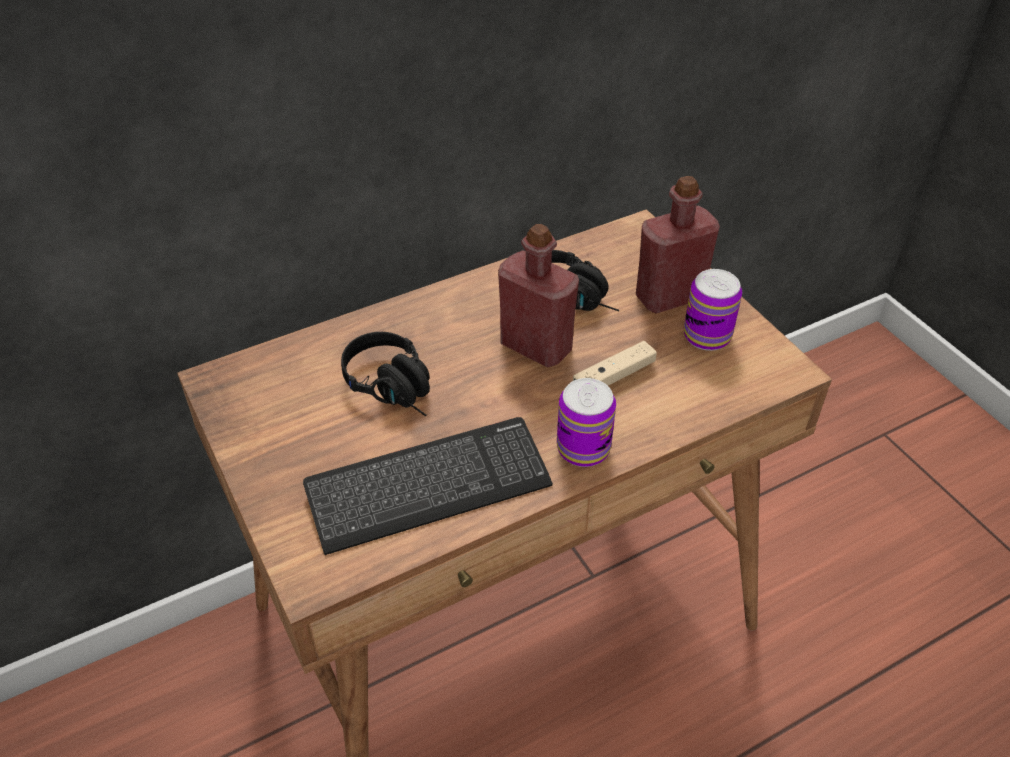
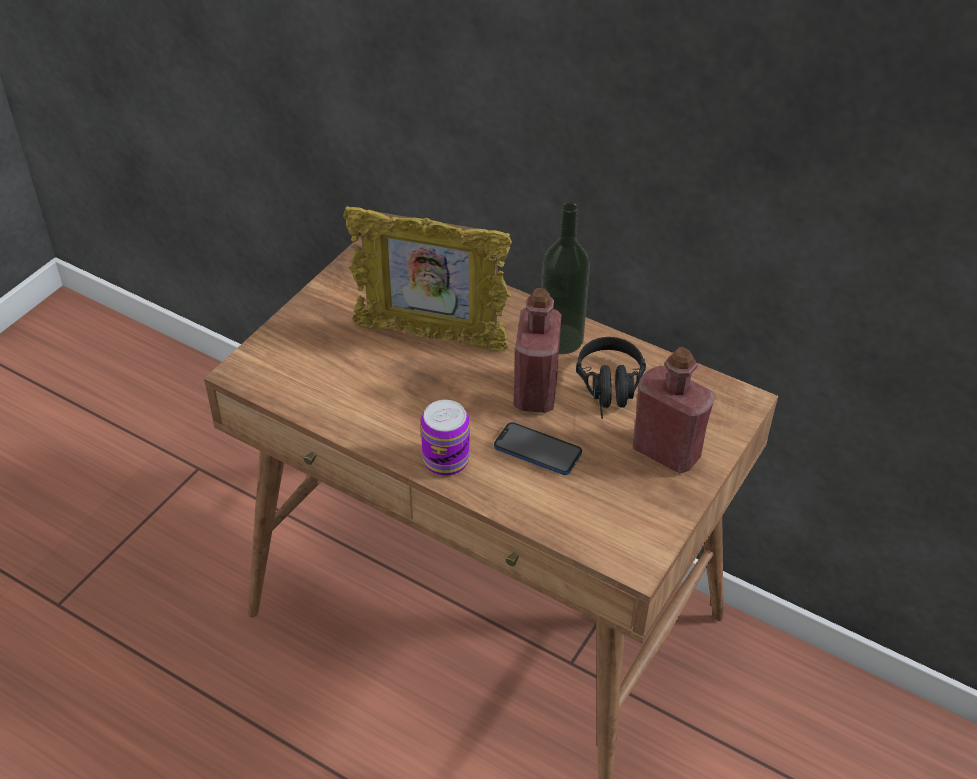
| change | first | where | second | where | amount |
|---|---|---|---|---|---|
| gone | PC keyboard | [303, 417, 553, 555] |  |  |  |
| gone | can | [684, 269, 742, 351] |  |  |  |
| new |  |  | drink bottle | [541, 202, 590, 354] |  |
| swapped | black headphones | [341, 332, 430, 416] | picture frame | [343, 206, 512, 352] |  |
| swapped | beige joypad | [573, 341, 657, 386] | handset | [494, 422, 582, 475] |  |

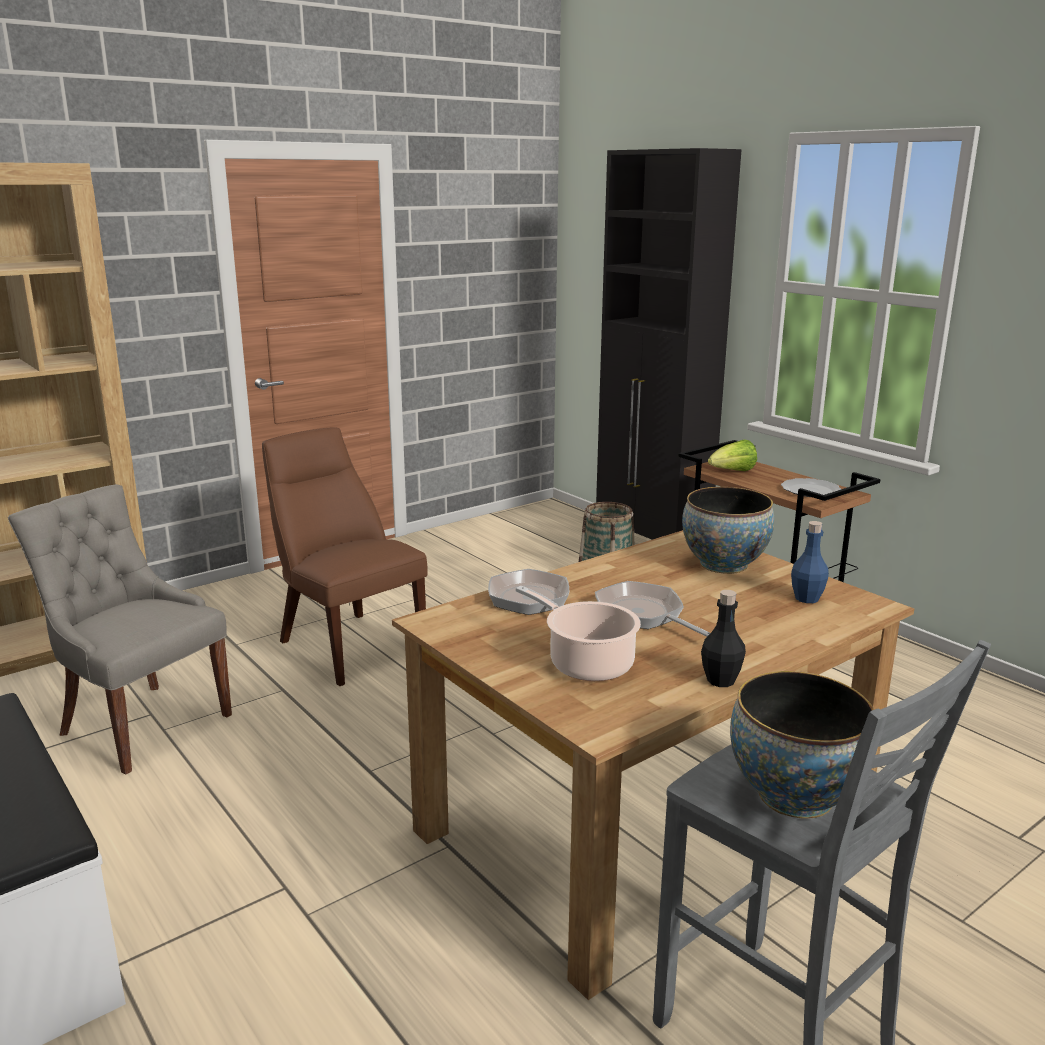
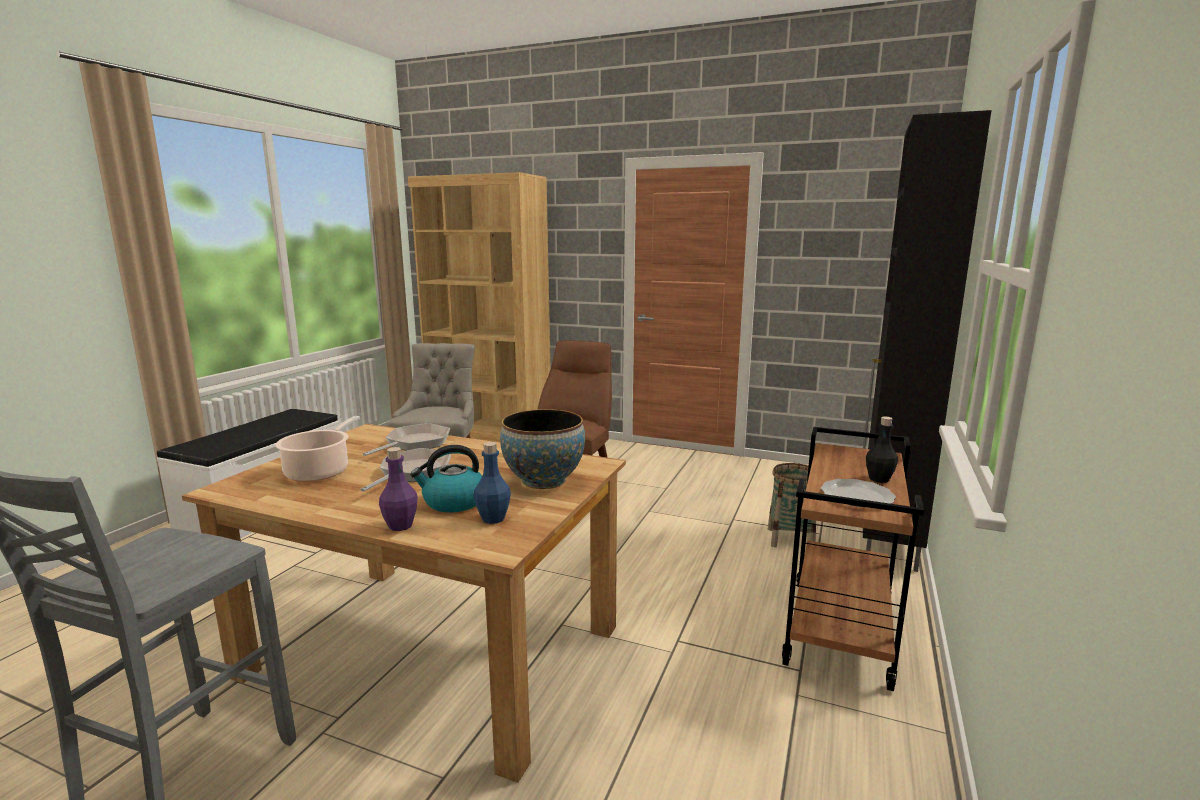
| change | first | where | second | where | amount |
|---|---|---|---|---|---|
| gone | lettuce | [708, 440, 757, 471] |  |  |  |
| gone | deep dish | [730, 671, 874, 819] |  |  |  |
| new |  |  | purplish drink bottle | [379, 447, 418, 531] |  |
| new |  |  | kettle | [410, 445, 482, 513] |  |
| shifted | black drink bottle | [701, 590, 746, 687] |  | [866, 417, 898, 483] |  |

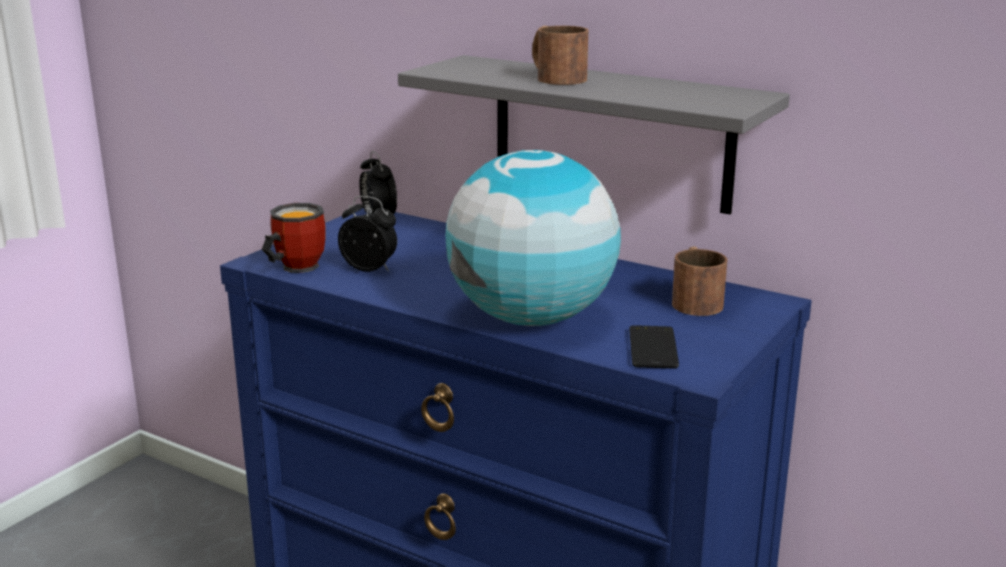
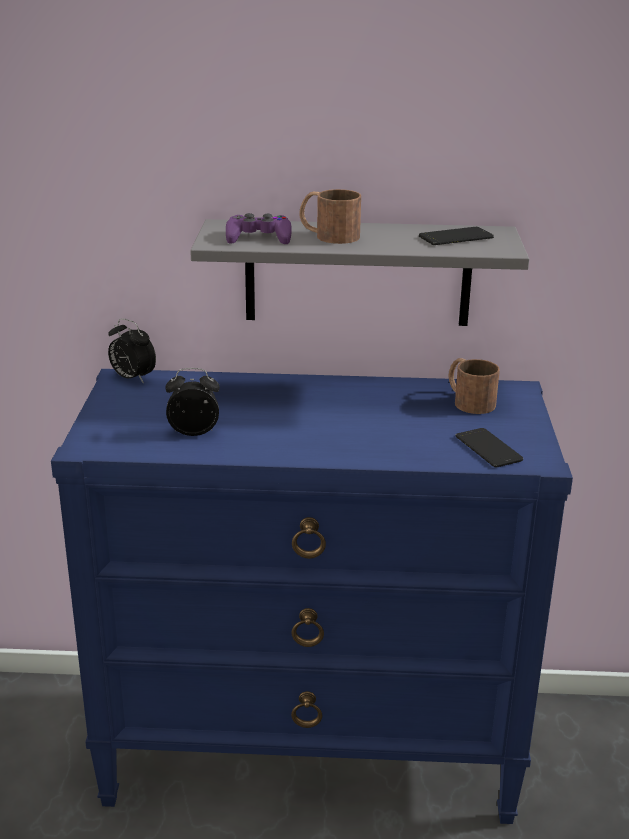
| change | first | where | second | where | amount |
|---|---|---|---|---|---|
| gone | tea mug | [262, 203, 326, 273] |  |  |  |
| gone | desk globe | [445, 150, 621, 326] |  |  |  |
| new |  |  | purplish joypad | [226, 213, 292, 244] |  |
| new |  |  | handset | [419, 227, 494, 245] |  |

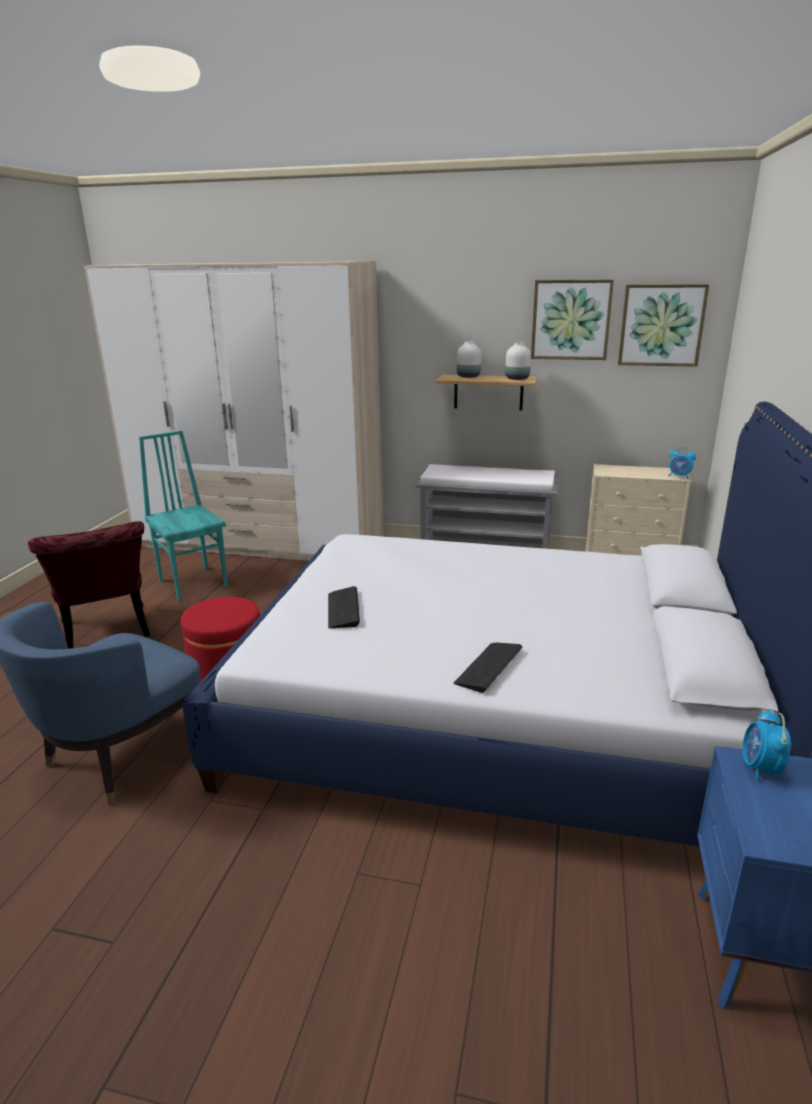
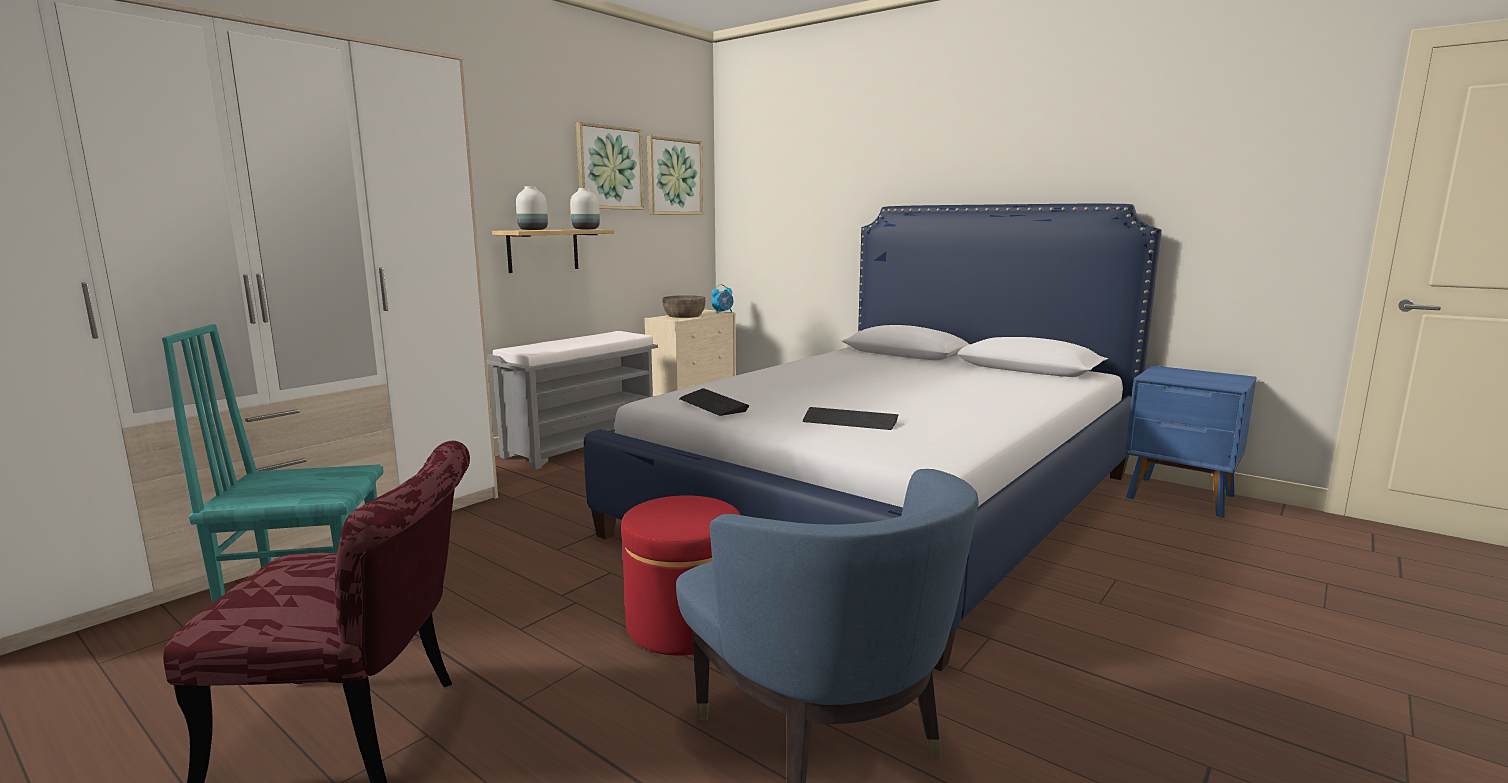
| change | first | where | second | where | amount |
|---|---|---|---|---|---|
| gone | table clock | [742, 709, 792, 781] |  |  |  |
| new |  |  | brown deep dish | [662, 295, 705, 318] |  |
| shifted | PC keyboard | [454, 643, 523, 693] |  | [679, 388, 749, 416] |  |

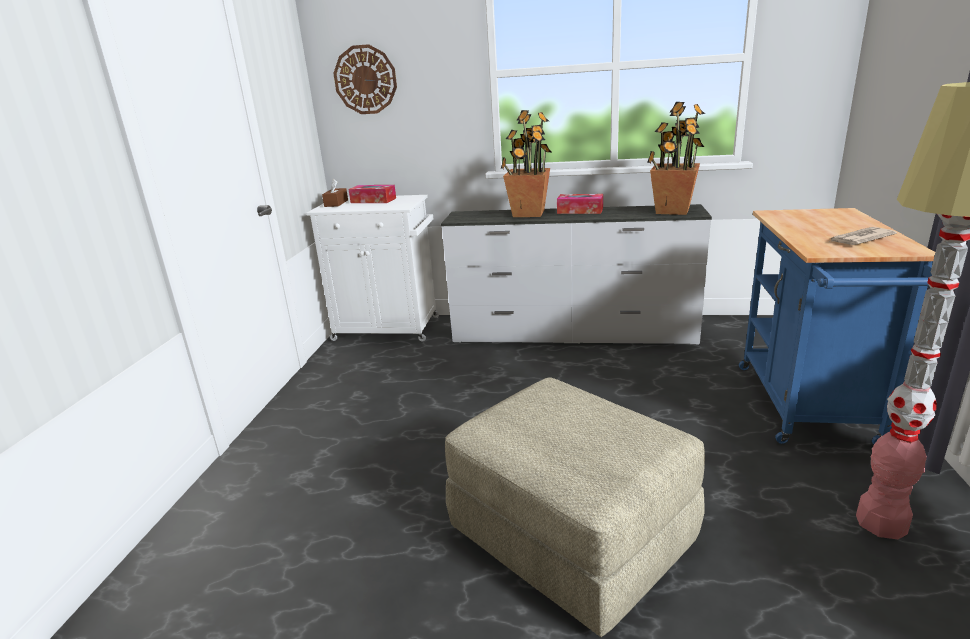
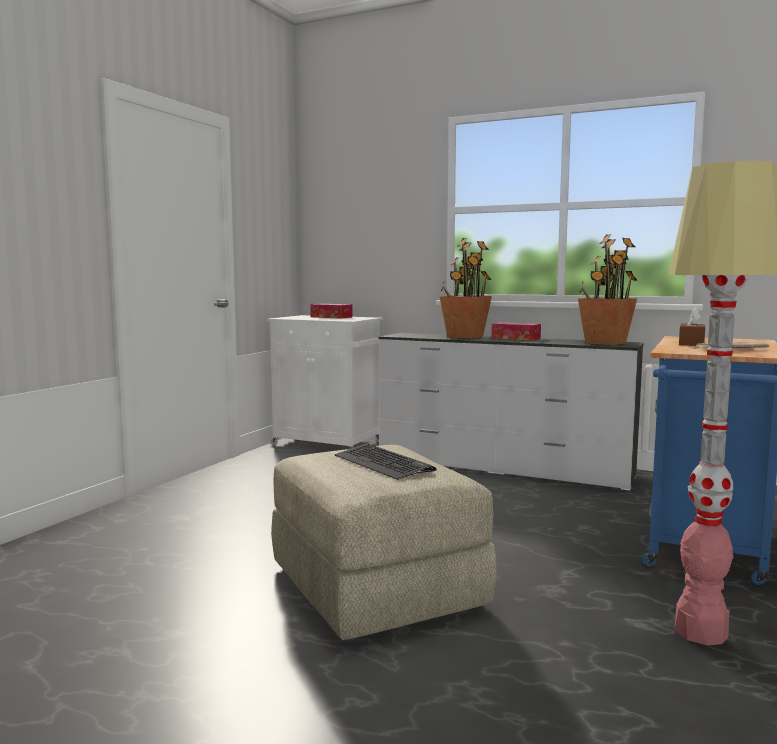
| change | first | where | second | where | amount |
|---|---|---|---|---|---|
| gone | hanging clock | [333, 44, 397, 114] |  |  |  |
| new |  |  | PC keyboard | [335, 444, 437, 480] |  |
| shifted | brown box of tissues | [322, 179, 348, 207] |  | [679, 307, 705, 346] |  |

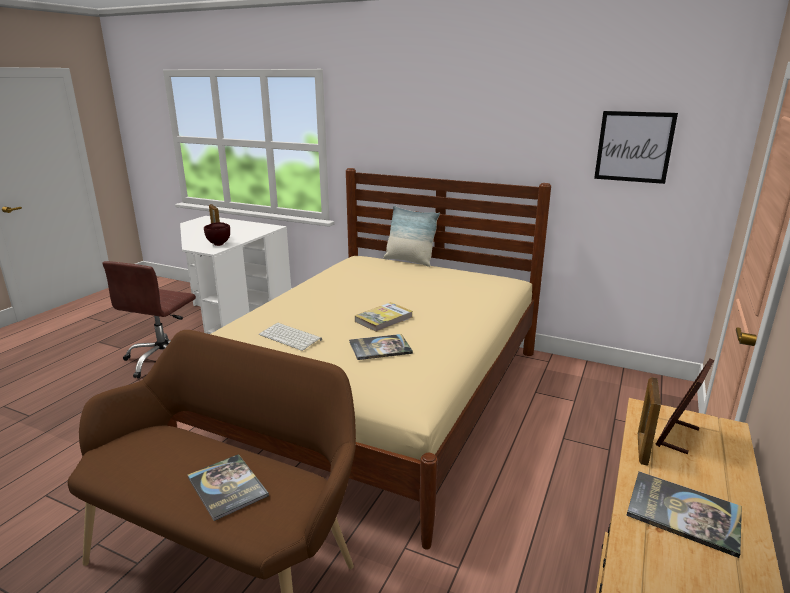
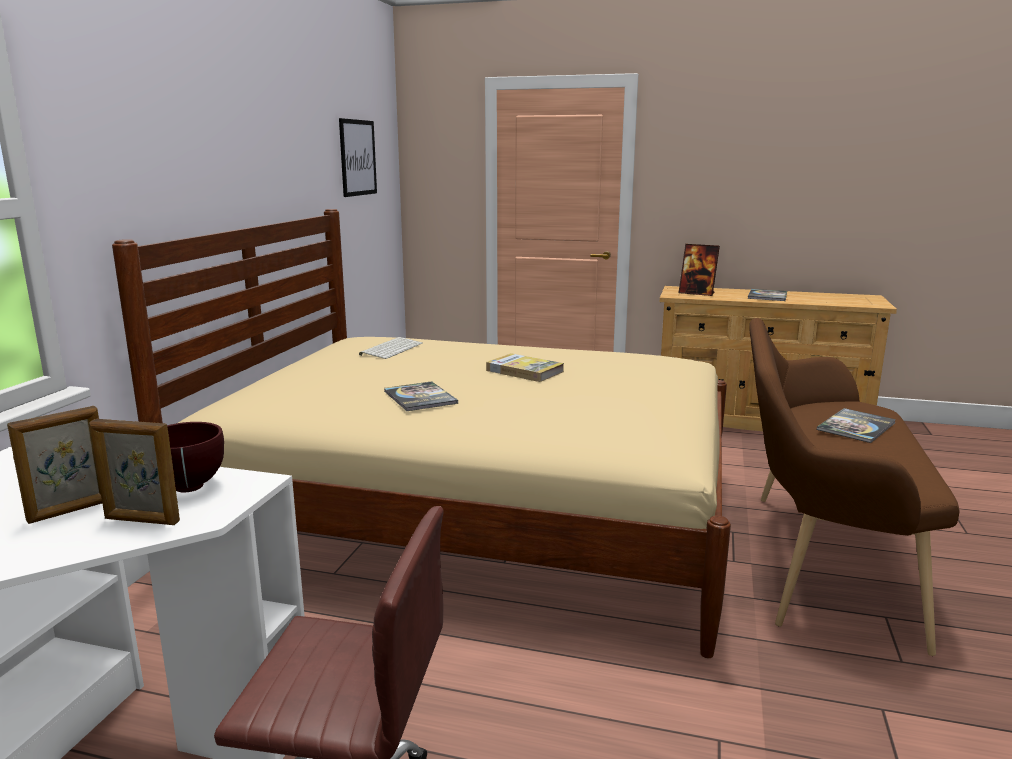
| change | first | where | second | where | amount |
|---|---|---|---|---|---|
| gone | pillow | [383, 205, 440, 267] |  |  |  |
| shifted | PC keyboard | [259, 323, 322, 351] |  | [359, 337, 423, 359] |  |
| shifted | book | [349, 334, 413, 360] |  | [384, 381, 458, 411] |  |
| shifted | picture frame | [638, 377, 661, 465] |  | [90, 418, 180, 525] |  |

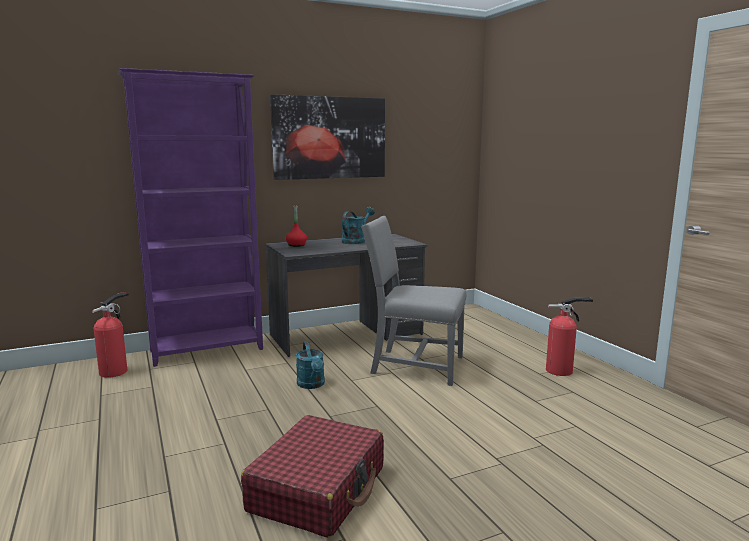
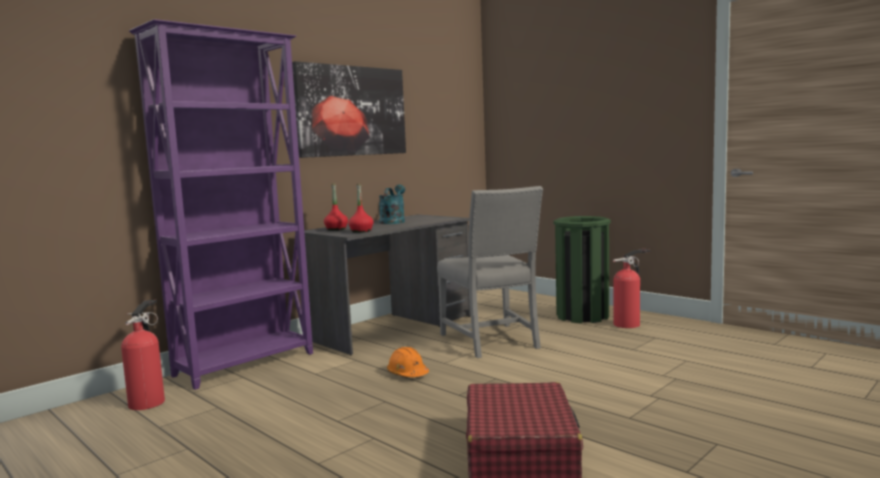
| change | first | where | second | where | amount |
|---|---|---|---|---|---|
| new |  |  | reddish drink bottle | [348, 184, 374, 233] |  |
| new |  |  | green-coloured trash can | [553, 216, 611, 323] |  |
| swapped | turquoise-coloured watering can | [296, 341, 325, 389] | orange safety helmet | [387, 347, 429, 377] |  |
| rotated | greyish plain chair | [361, 216, 466, 386] |  | [437, 186, 543, 358] | 105 degrees counterclockwise |

